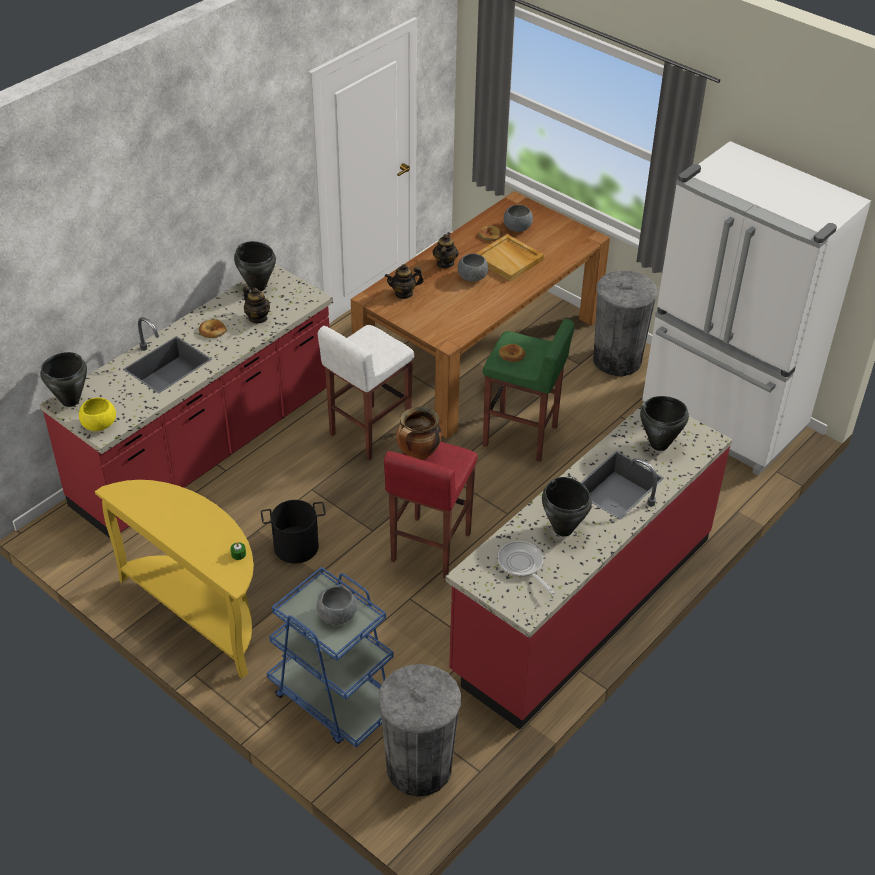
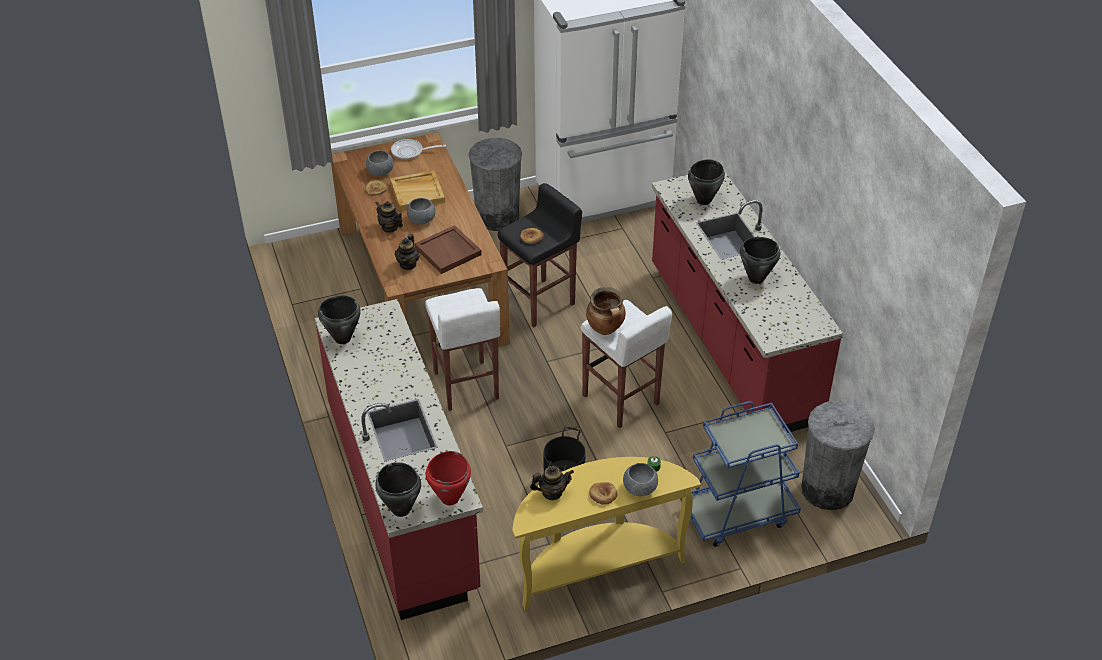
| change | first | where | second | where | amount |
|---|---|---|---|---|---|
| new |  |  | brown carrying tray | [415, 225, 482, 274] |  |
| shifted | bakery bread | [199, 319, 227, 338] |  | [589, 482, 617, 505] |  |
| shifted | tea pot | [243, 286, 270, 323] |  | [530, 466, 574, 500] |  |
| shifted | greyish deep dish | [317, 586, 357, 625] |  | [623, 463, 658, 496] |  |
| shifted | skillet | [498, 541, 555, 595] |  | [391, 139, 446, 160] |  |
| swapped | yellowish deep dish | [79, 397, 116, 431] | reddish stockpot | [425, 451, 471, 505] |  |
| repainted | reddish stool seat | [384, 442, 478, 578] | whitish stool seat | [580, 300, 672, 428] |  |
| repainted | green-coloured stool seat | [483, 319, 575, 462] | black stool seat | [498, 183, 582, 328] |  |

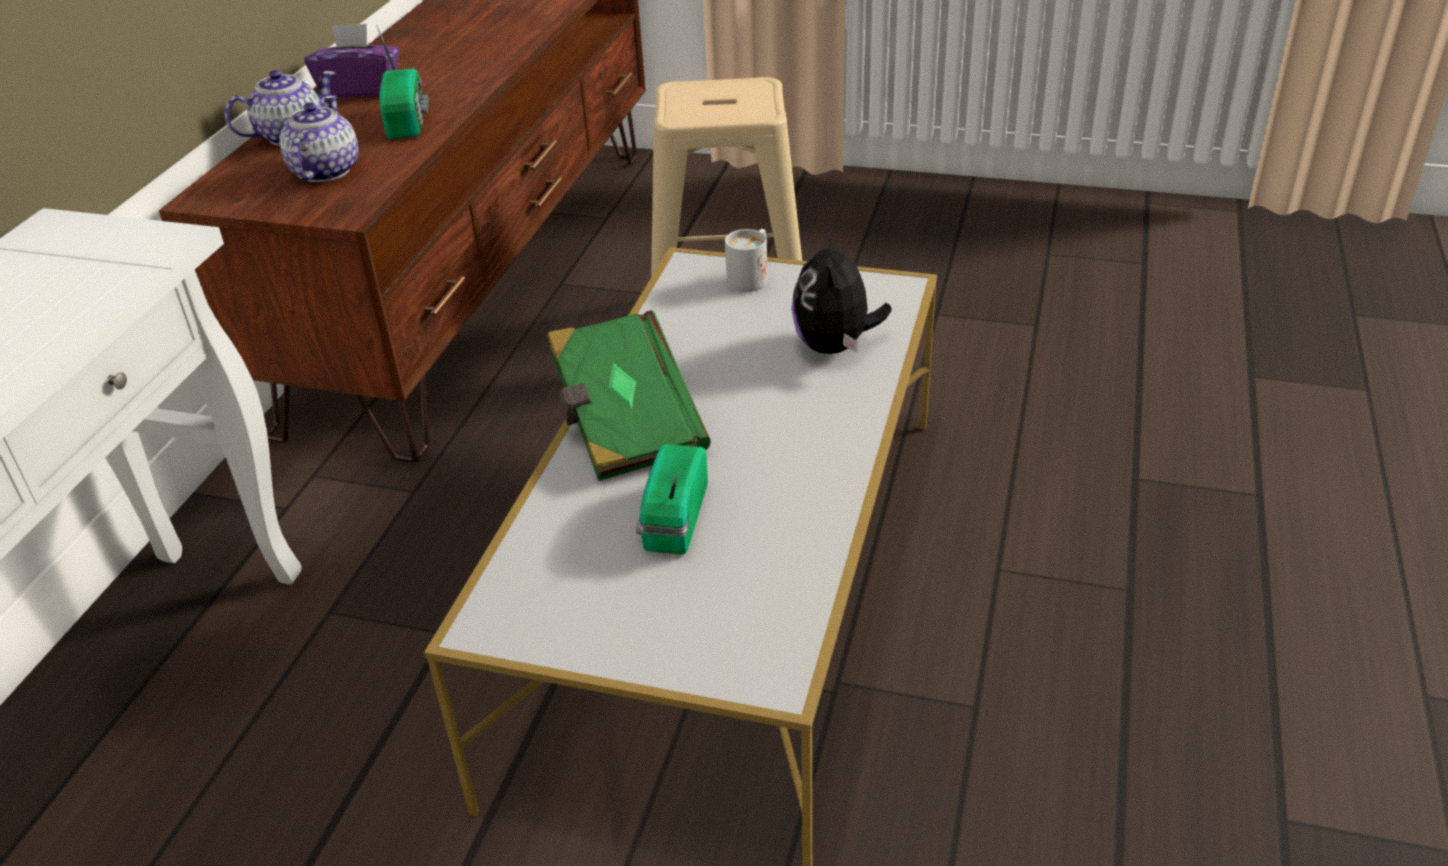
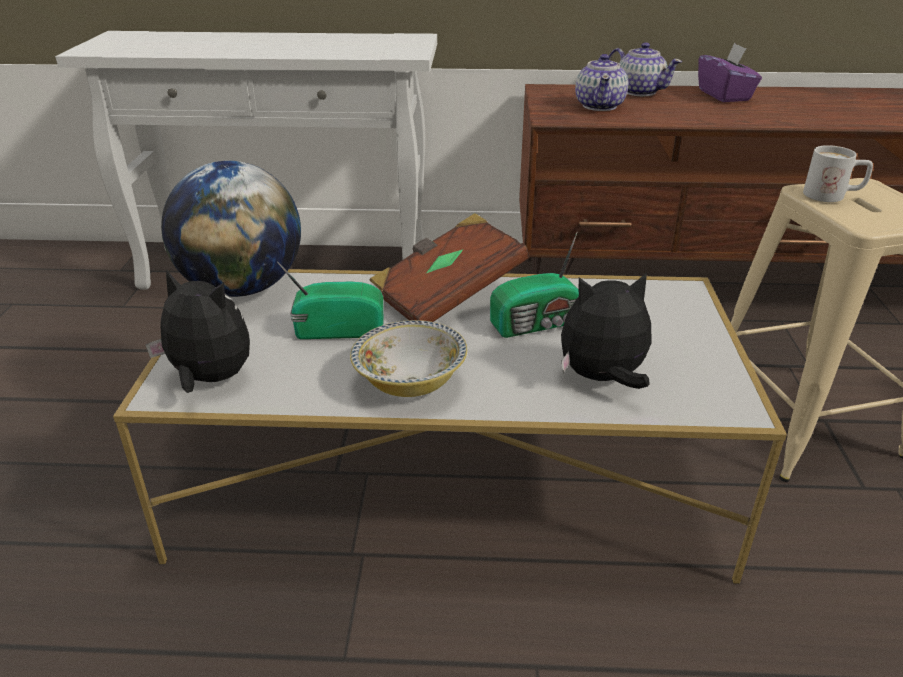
| change | first | where | second | where | amount |
|---|---|---|---|---|---|
| new |  |  | soft toy | [145, 269, 250, 393] |  |
| new |  |  | desk globe | [161, 161, 301, 297] |  |
| new |  |  | deep dish | [350, 320, 467, 397] |  |
| shifted | radio | [376, 25, 429, 139] |  | [490, 233, 579, 338] |  |
| shifted | whitish tea mug | [725, 229, 768, 292] |  | [803, 145, 873, 202] |  |
| repainted | green-coloured book | [547, 310, 711, 481] | brown book | [370, 213, 529, 322] |  |
| rotated | tea pot | [280, 95, 359, 182] |  | [575, 54, 628, 111] | 105 degrees clockwise |

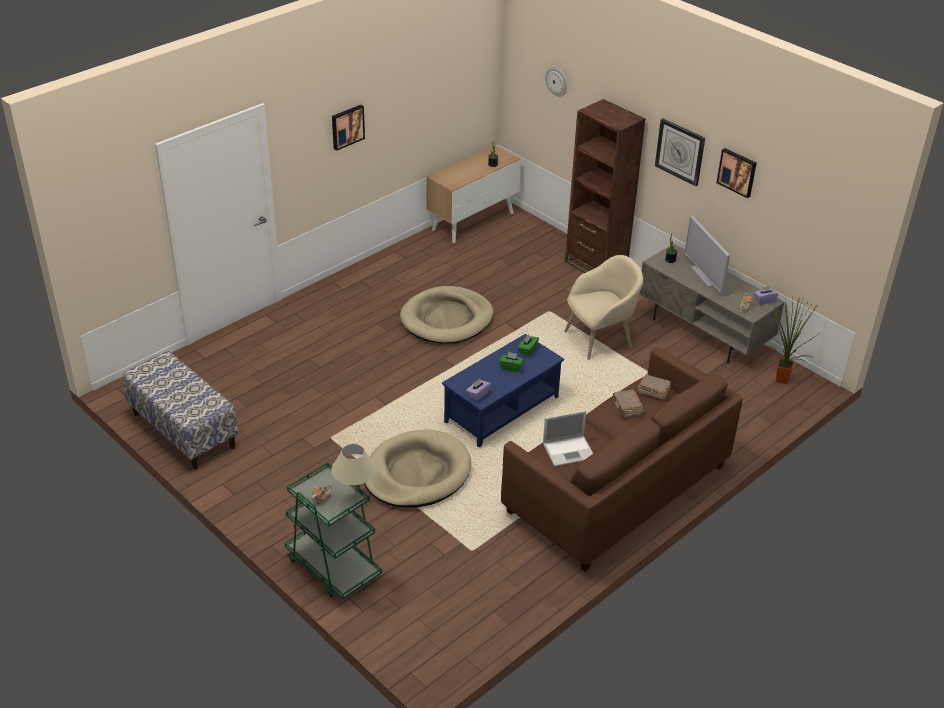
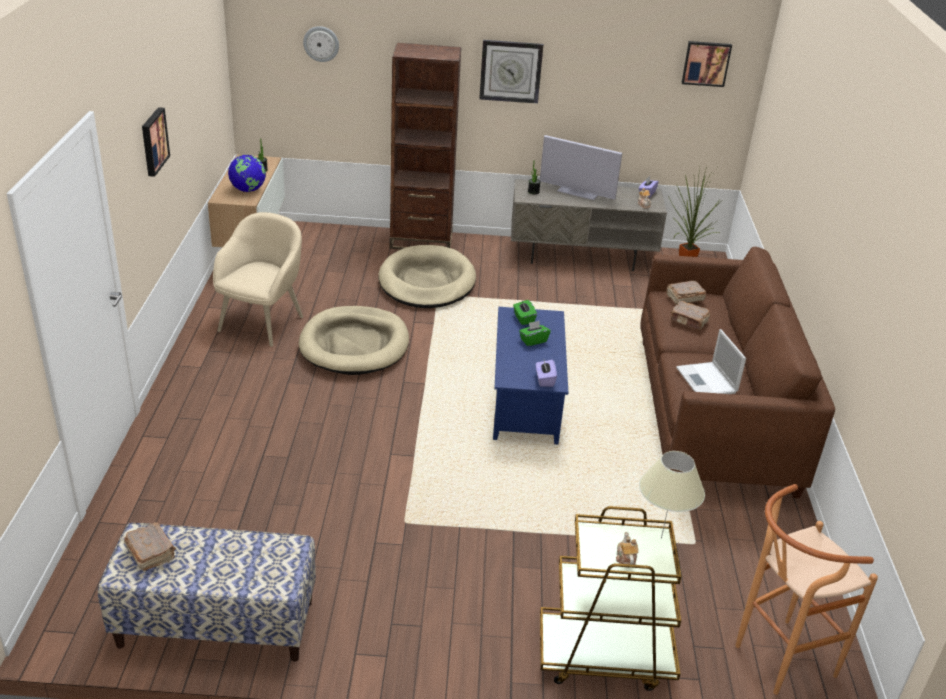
| change | first | where | second | where | amount |
|---|---|---|---|---|---|
| new |  |  | brown book | [124, 522, 176, 571] |  |
| new |  |  | desk globe | [228, 155, 266, 192] |  |
| new |  |  | brown stool seat | [735, 484, 878, 695] |  |
| shifted | beige pet bed | [365, 430, 471, 507] |  | [379, 245, 476, 308] |  |
| shifted | beige armchair | [564, 255, 643, 360] |  | [213, 212, 303, 347] |  |
| shifted | picture | [717, 148, 757, 198] |  | [682, 41, 732, 87] |  |
| repainted | green-coloured cart | [284, 462, 382, 599] | brown cart | [540, 506, 682, 691] |  |
| rotated | portable computer | [543, 410, 593, 467] |  | [676, 329, 746, 394] | 135 degrees clockwise |

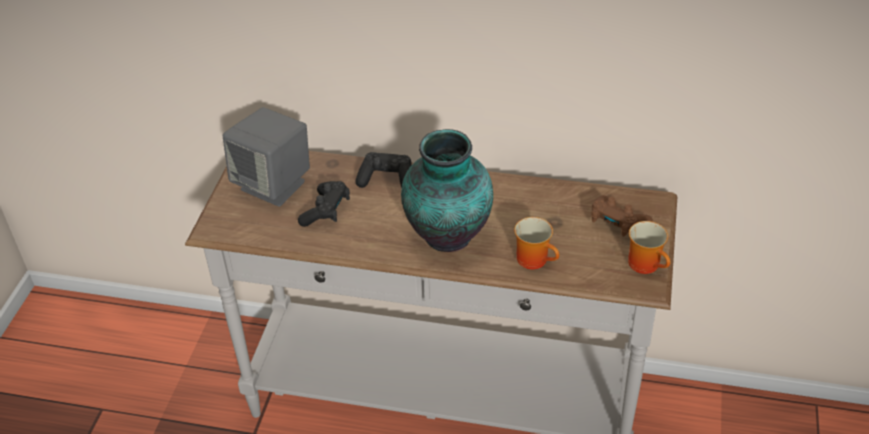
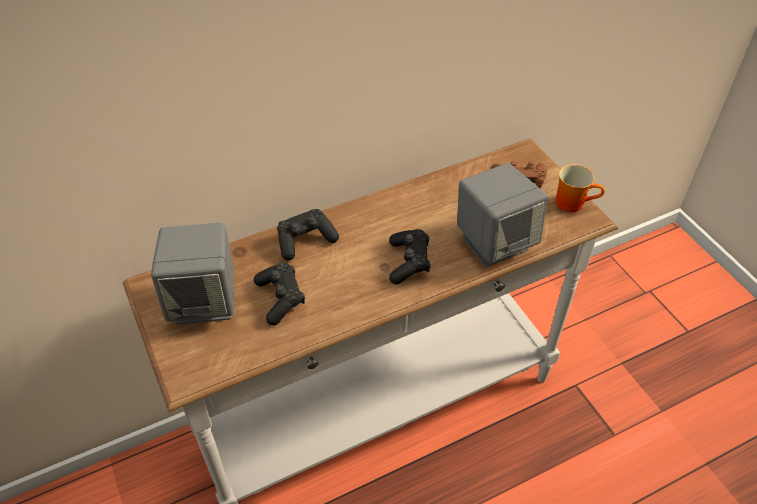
| change | first | where | second | where | amount |
|---|---|---|---|---|---|
| swapped | vase | [401, 129, 493, 252] | black joypad | [389, 229, 431, 284] |  |
| swapped | tea mug | [514, 217, 559, 269] | greyish loudspeaker | [457, 163, 548, 268] |  |

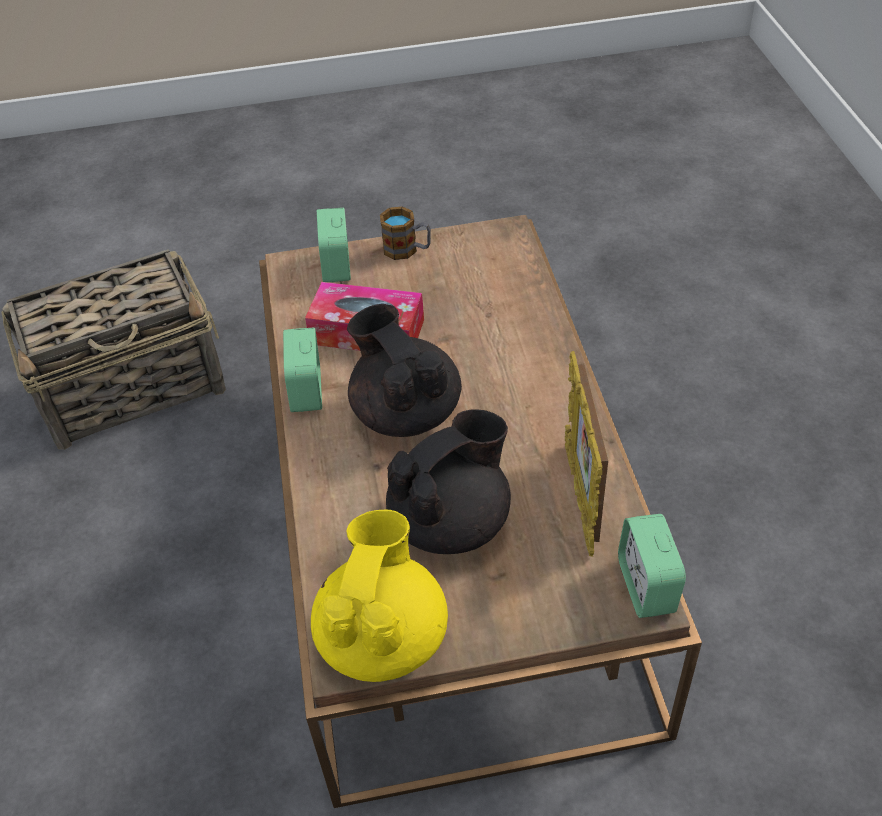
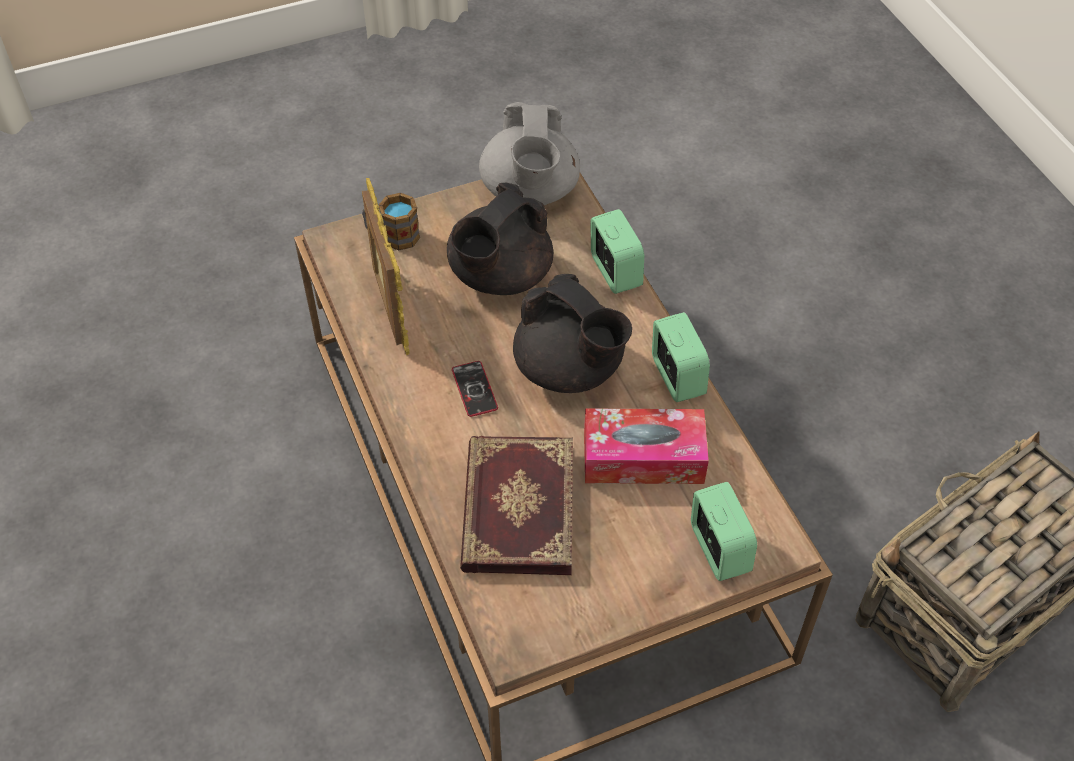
| change | first | where | second | where | amount |
|---|---|---|---|---|---|
| new |  |  | handset | [452, 361, 498, 417] |  |
| new |  |  | book | [460, 436, 573, 575] |  |
| shifted | tea mug | [380, 206, 431, 260] |  | [362, 193, 420, 250] |  |
| shifted | table clock | [618, 514, 686, 618] |  | [591, 209, 644, 294] |  |
| repainted | yellowish tea pot | [311, 510, 448, 682] | greyish tea pot | [479, 102, 580, 205] |  |

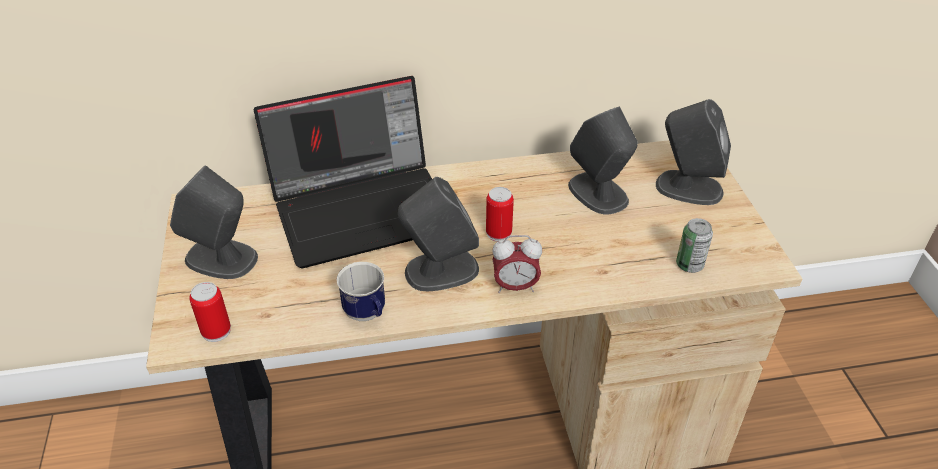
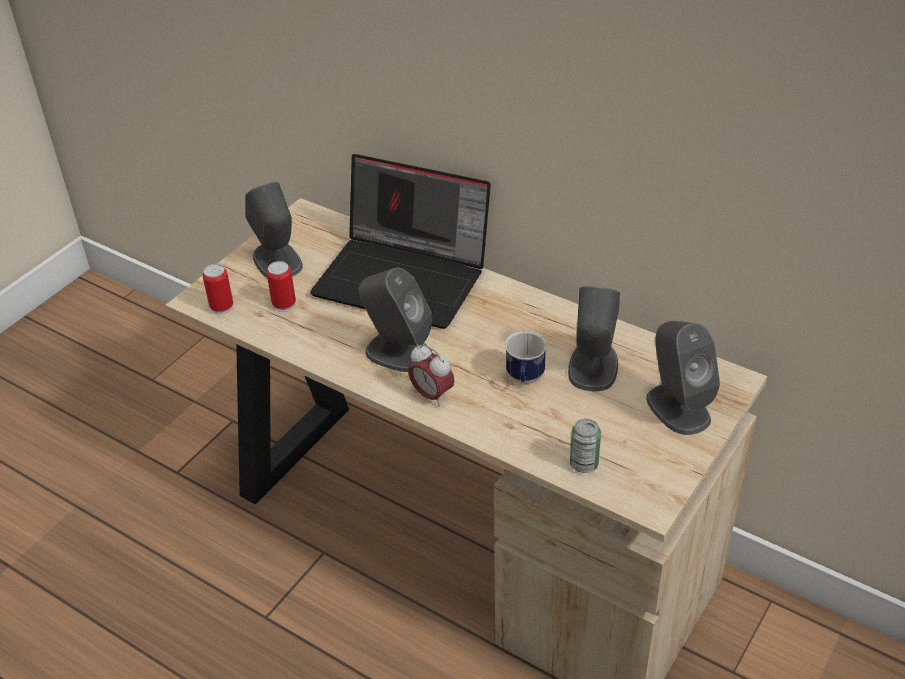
| change | first | where | second | where | amount |
|---|---|---|---|---|---|
| shifted | tea mug | [337, 262, 385, 321] |  | [505, 331, 547, 384] |  |
| shifted | can | [486, 187, 514, 242] |  | [267, 261, 296, 312] |  |

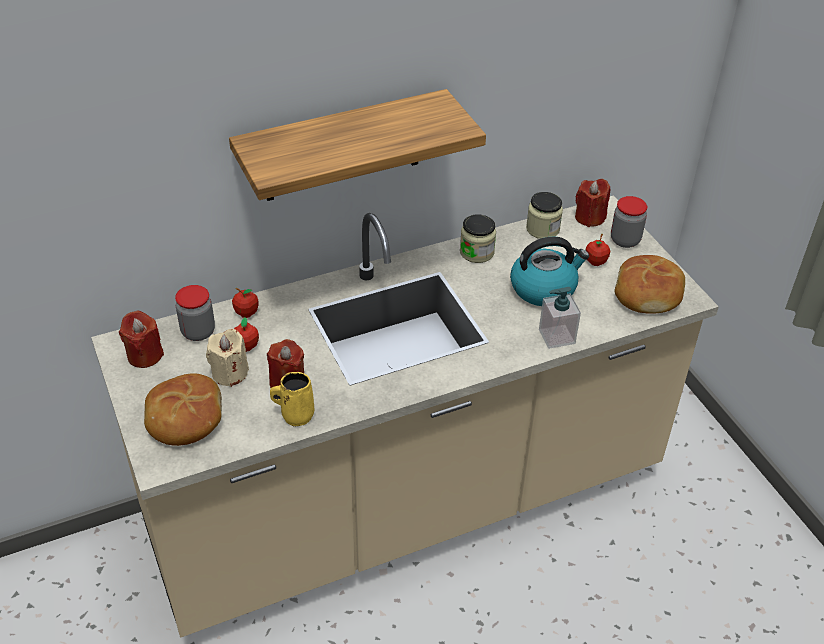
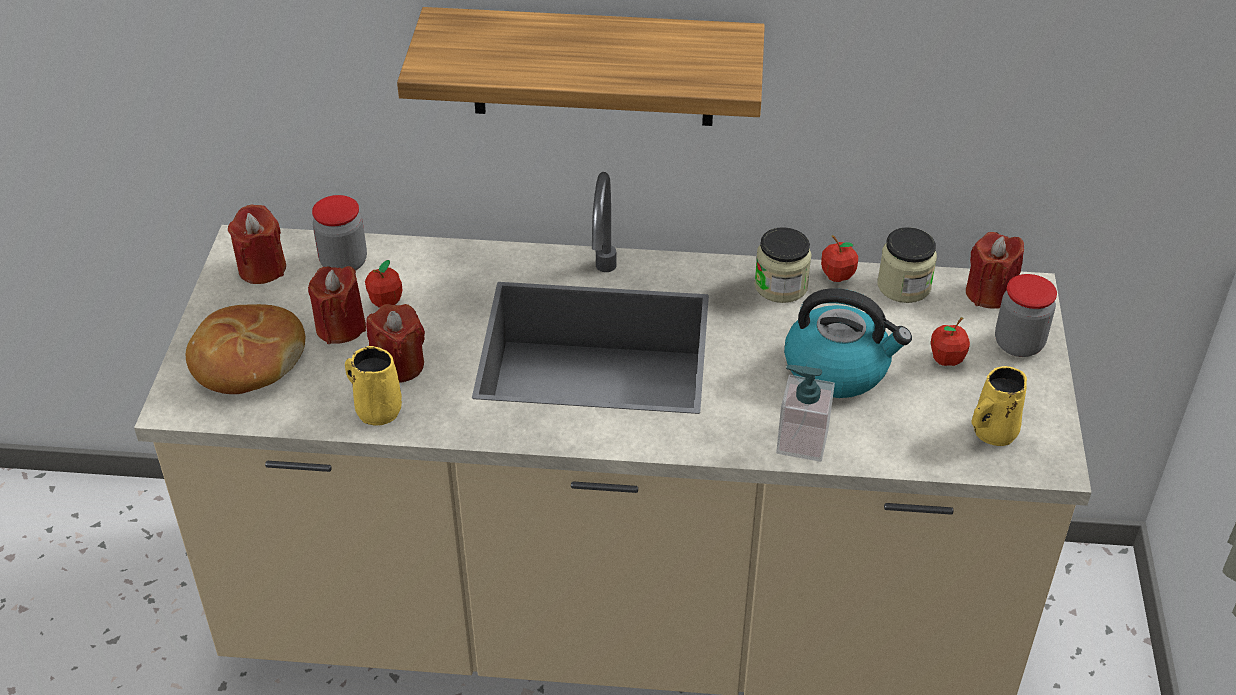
| change | first | where | second | where | amount |
|---|---|---|---|---|---|
| shifted | whole apple | [232, 288, 259, 318] |  | [821, 235, 858, 282] |  |
| swapped | bakery bread | [614, 255, 685, 313] | yellowish tea mug | [971, 366, 1027, 446] |  |
| repainted | beige candle | [206, 329, 249, 387] | reddish candle | [308, 266, 366, 344] |  |

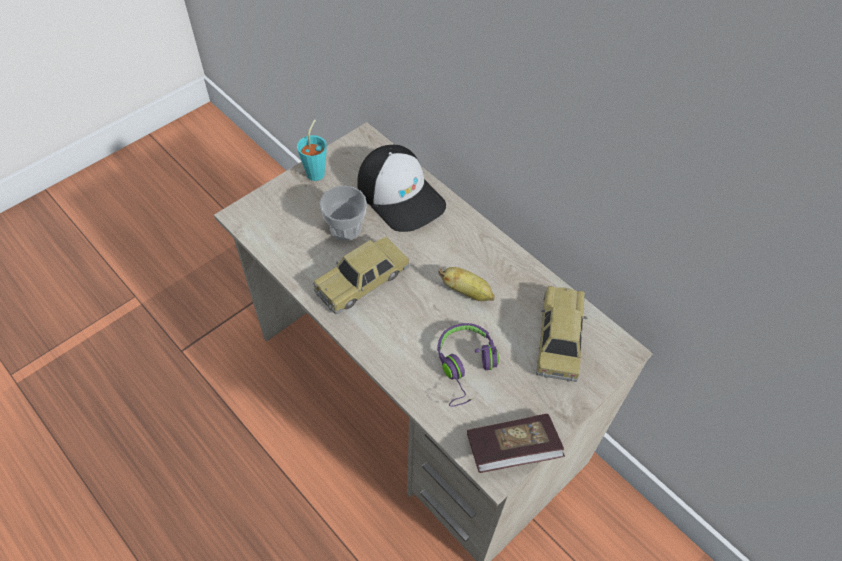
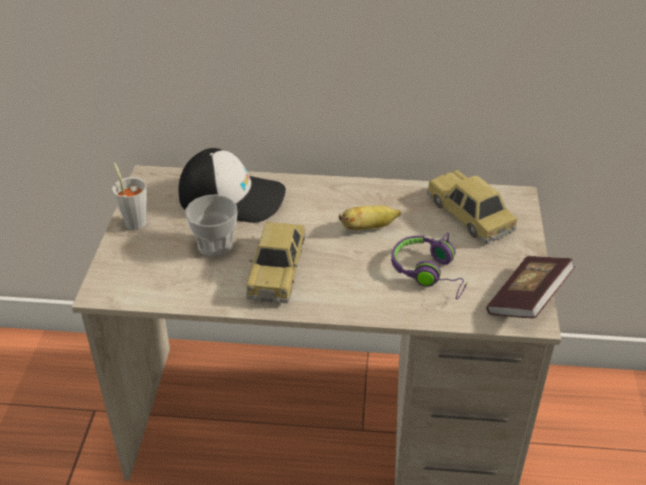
| change | first | where | second | where | amount |
|---|---|---|---|---|---|
| repainted | turquoise-coloured drinking cup | [297, 119, 327, 181] | greyish drinking cup | [112, 163, 147, 230] |  |

